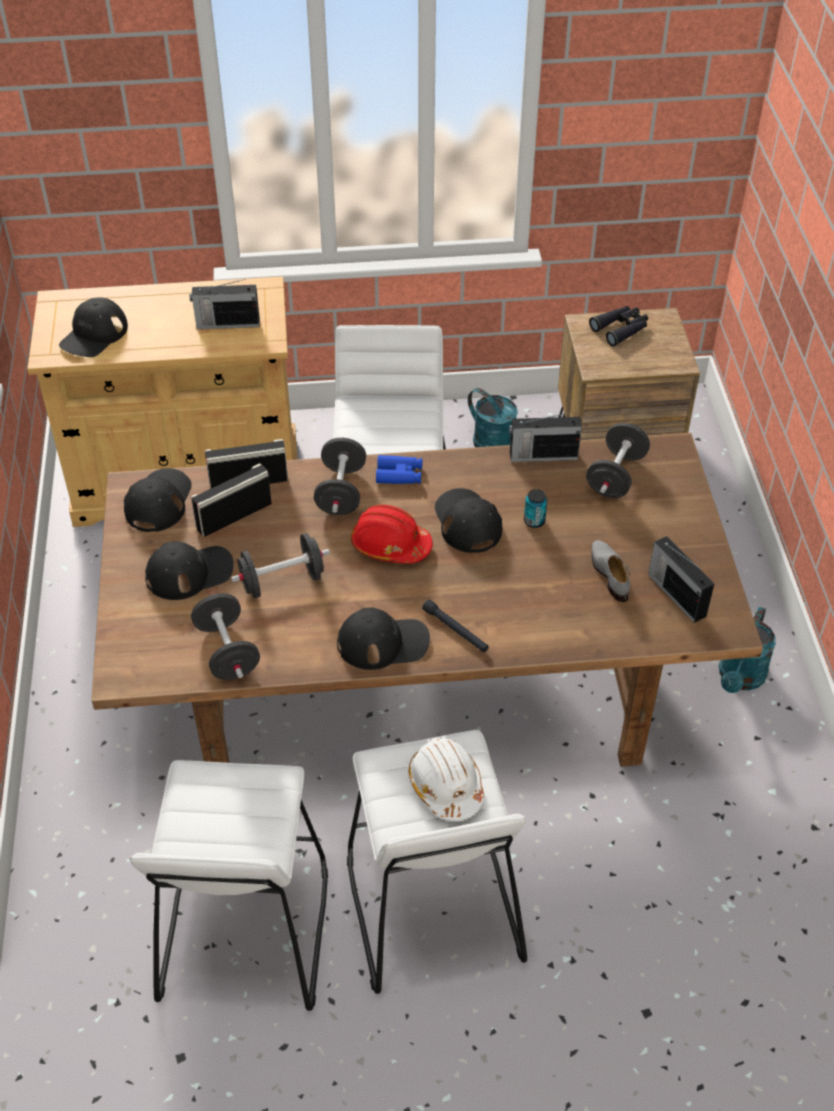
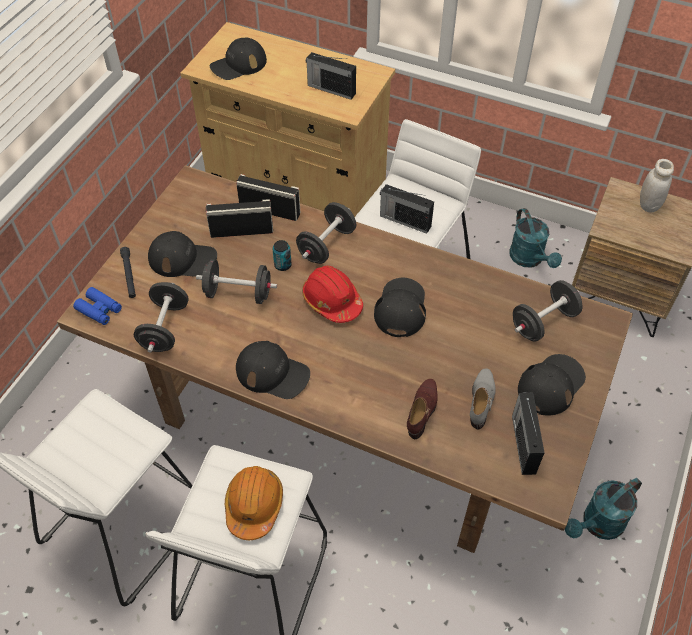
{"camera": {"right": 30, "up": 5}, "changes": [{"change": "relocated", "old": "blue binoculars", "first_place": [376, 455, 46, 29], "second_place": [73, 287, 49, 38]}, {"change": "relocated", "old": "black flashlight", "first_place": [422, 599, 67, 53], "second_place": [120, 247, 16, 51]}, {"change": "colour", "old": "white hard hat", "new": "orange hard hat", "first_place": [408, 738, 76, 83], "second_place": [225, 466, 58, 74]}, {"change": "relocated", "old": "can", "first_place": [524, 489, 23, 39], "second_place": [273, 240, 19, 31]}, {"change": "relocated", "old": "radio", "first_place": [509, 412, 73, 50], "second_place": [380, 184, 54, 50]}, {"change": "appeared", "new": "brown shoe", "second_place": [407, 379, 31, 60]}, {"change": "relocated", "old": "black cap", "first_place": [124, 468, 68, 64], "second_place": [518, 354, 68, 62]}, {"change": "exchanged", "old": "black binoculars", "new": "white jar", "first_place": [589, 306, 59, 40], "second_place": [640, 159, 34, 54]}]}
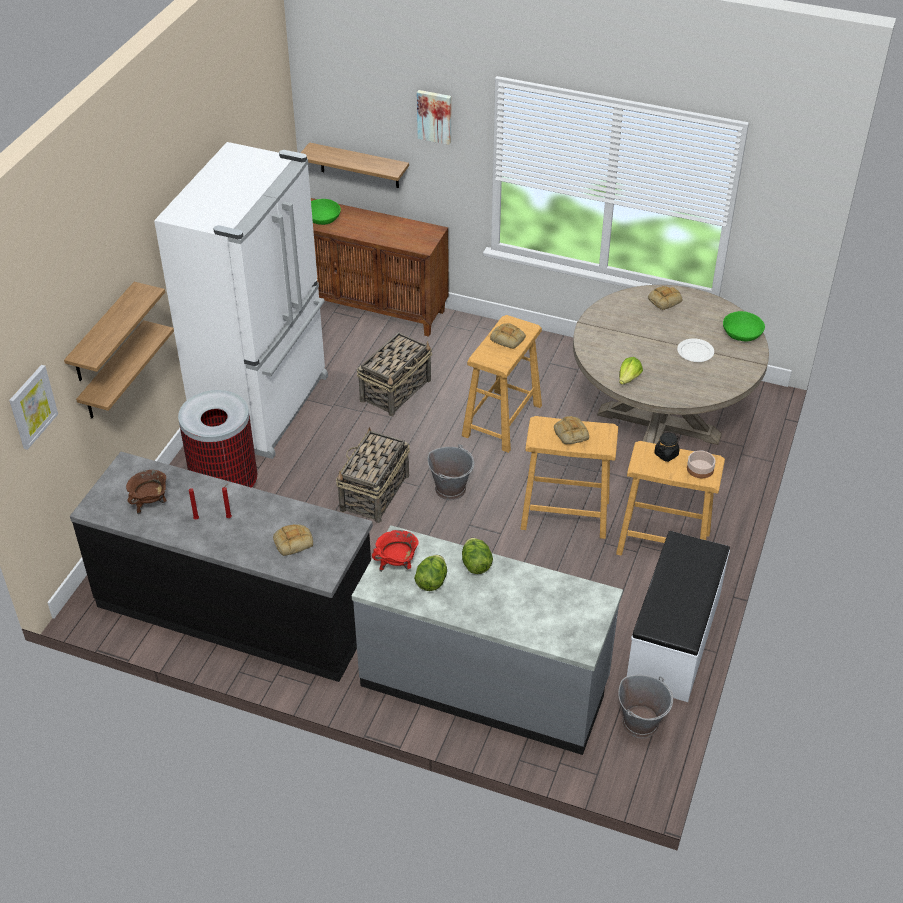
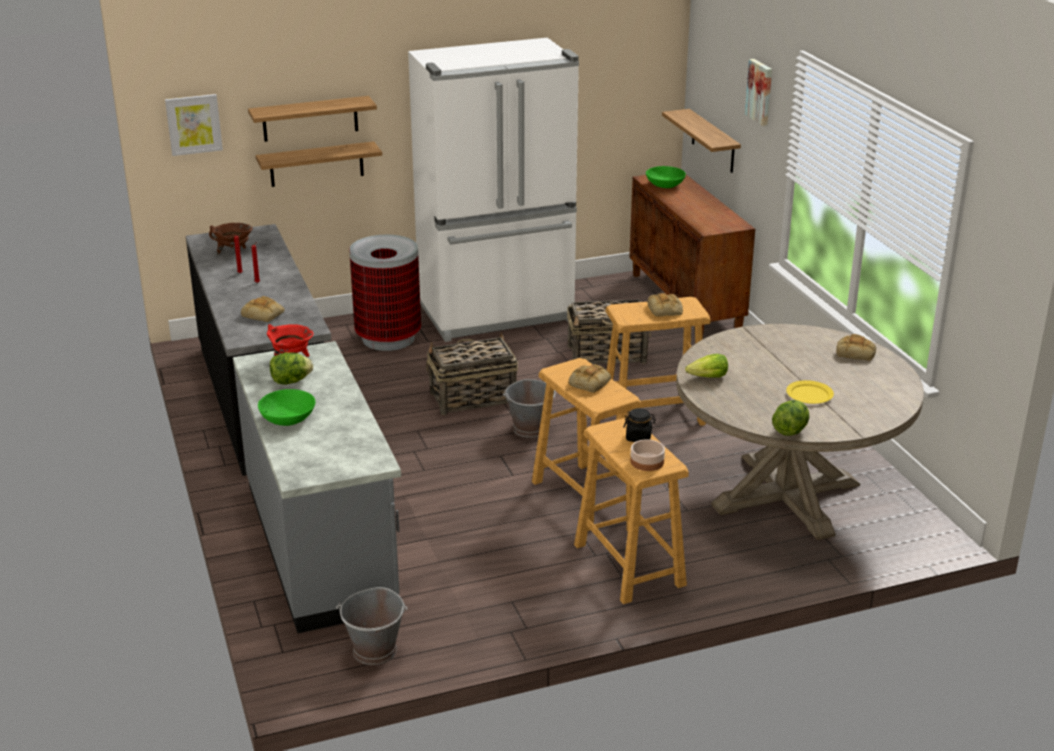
{"camera": {"right": 50, "up": -15}, "changes": [{"change": "relocated", "old": "green bowl", "first_place": [723, 311, 42, 30], "second_place": [258, 389, 58, 37]}, {"change": "relocated", "old": "lettuce", "first_place": [462, 538, 31, 36], "second_place": [772, 400, 37, 36]}, {"change": "colour", "old": "white plate", "new": "yellow plate", "first_place": [677, 338, 37, 24], "second_place": [786, 380, 48, 24]}, {"change": "missing", "old": "white bench", "first_place": [627, 531, 103, 171]}]}
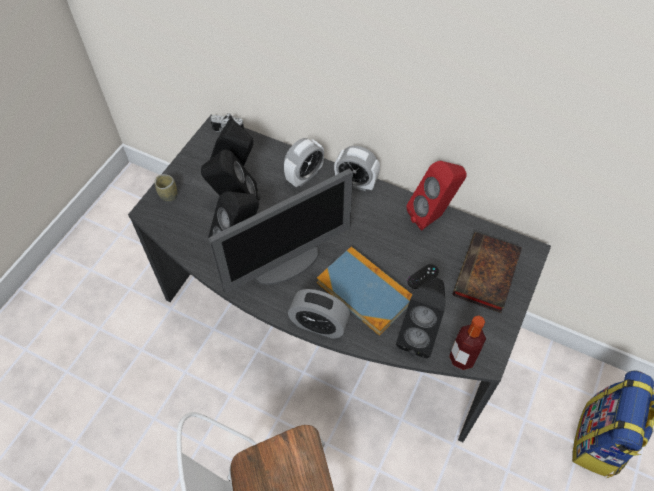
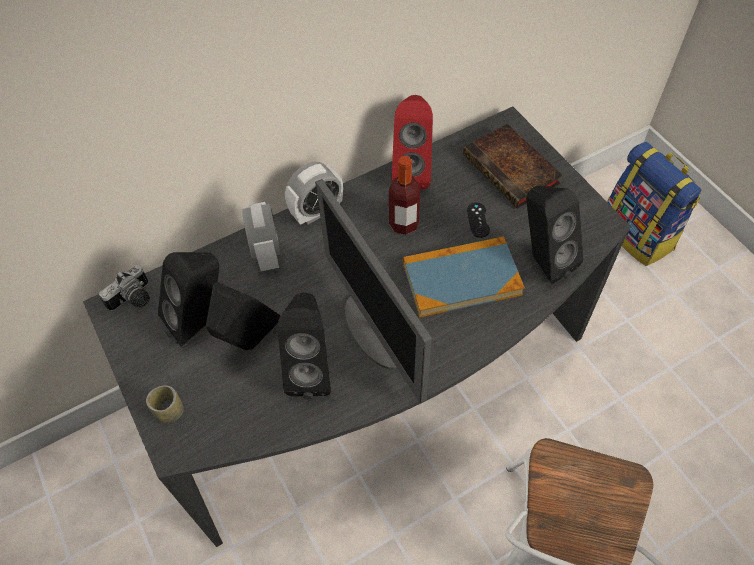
{"camera": {"right": -55, "up": 0}, "changes": [{"change": "spun", "old": "monitor", "first_place": [208, 169, 145, 125], "second_place": [315, 179, 117, 224], "degrees": 150}, {"change": "relocated", "old": "bottle", "first_place": [449, 316, 37, 54], "second_place": [389, 156, 32, 79]}, {"change": "missing", "old": "alarm clock", "first_place": [288, 289, 62, 50]}]}
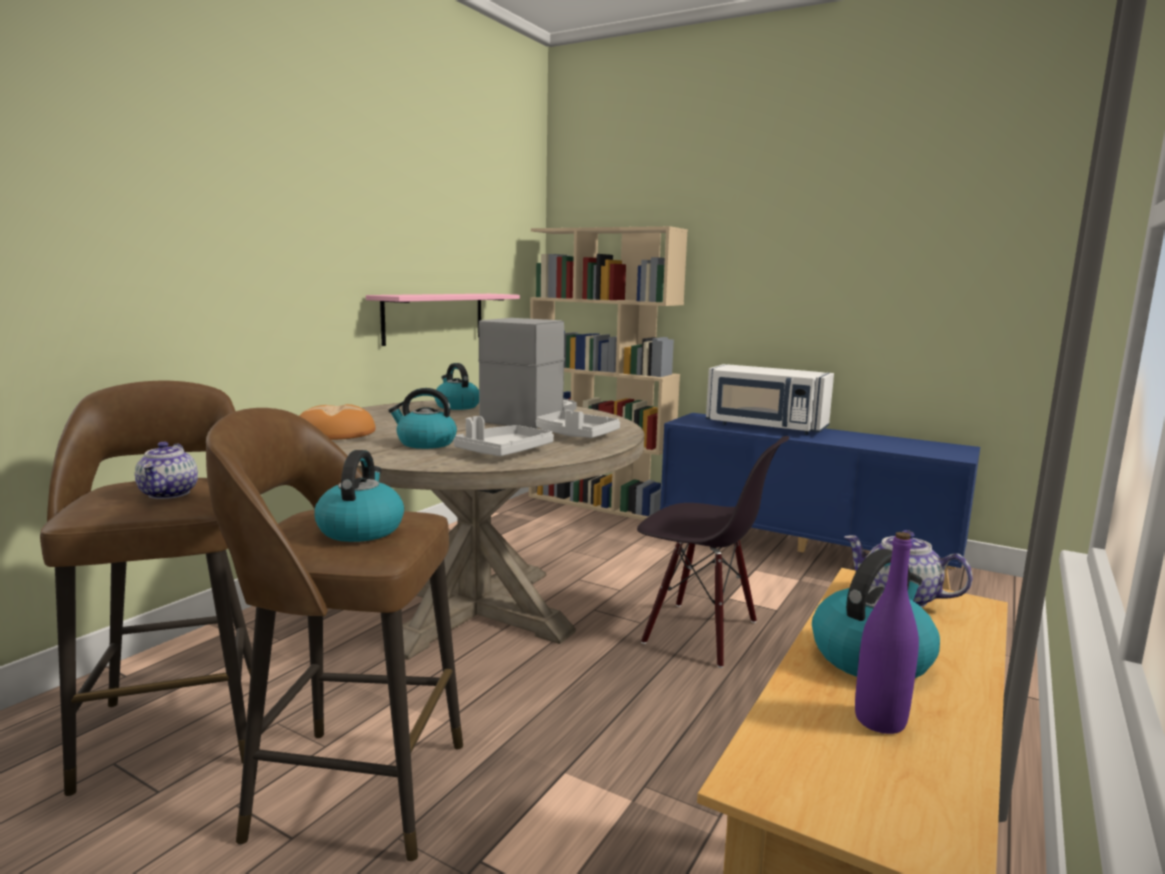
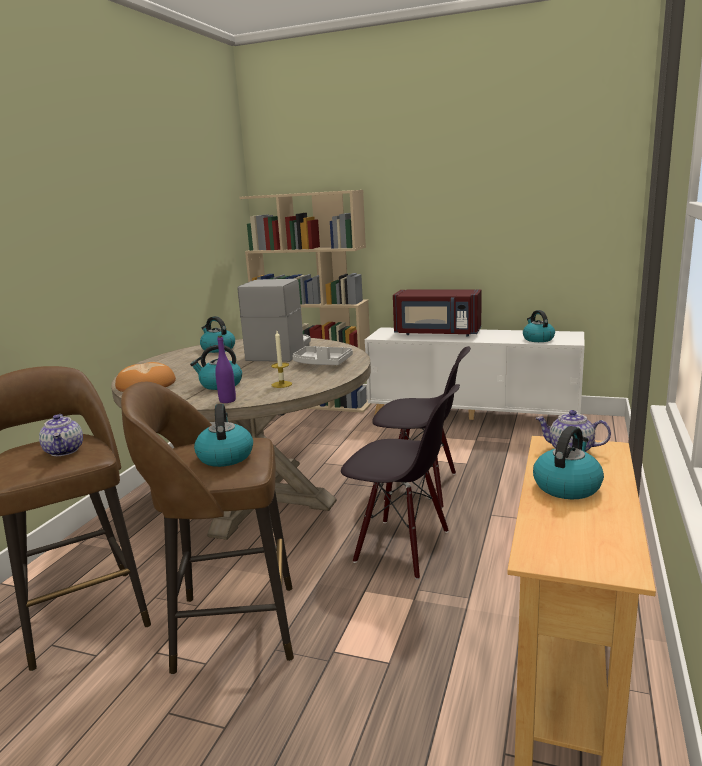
{"camera": {"right": -10, "up": 5}, "changes": [{"change": "relocated", "old": "purple bottle", "first_place": [855, 532, 64, 202], "second_place": [215, 336, 21, 67]}, {"change": "exchanged", "old": "grey tray", "new": "candle", "first_place": [454, 416, 100, 40], "second_place": [271, 331, 21, 57]}, {"change": "appeared", "new": "black chair", "second_place": [341, 384, 119, 196]}, {"change": "colour", "old": "blue cabinet", "new": "white cabinet", "first_place": [660, 413, 320, 177], "second_place": [365, 327, 220, 93]}, {"change": "colour", "old": "white microwave", "new": "red microwave", "first_place": [706, 364, 128, 71], "second_place": [393, 289, 89, 48]}, {"change": "appeared", "new": "kettle", "second_place": [523, 310, 32, 32]}, {"change": "missing", "old": "pink shelf", "first_place": [366, 294, 154, 52]}]}
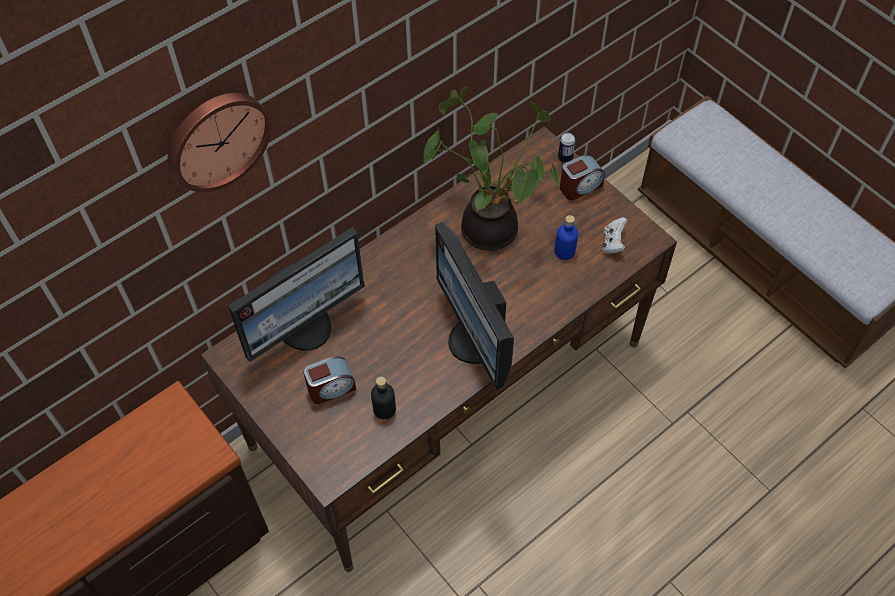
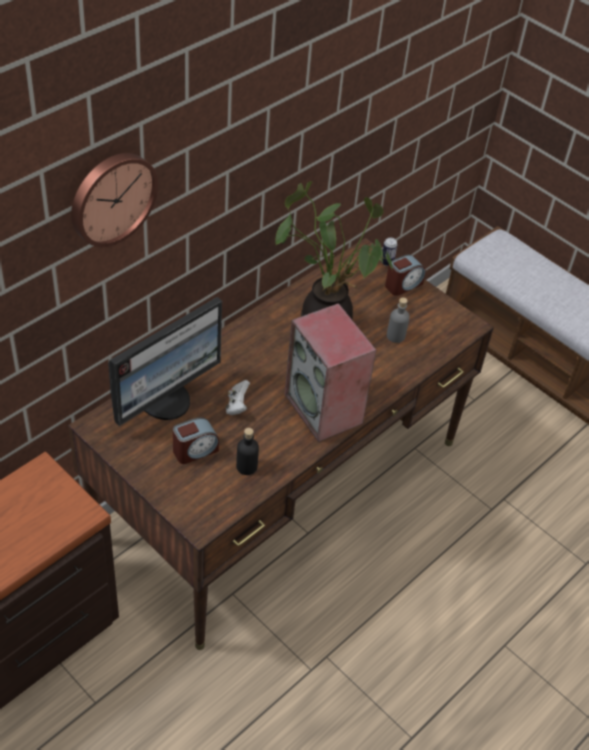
{"camera": {"right": -10, "up": -10}, "changes": [{"change": "relocated", "old": "white game controller", "first_place": [602, 217, 25, 37], "second_place": [226, 380, 24, 35]}, {"change": "exchanged", "old": "monitor", "new": "speaker", "first_place": [435, 222, 79, 168], "second_place": [284, 303, 92, 139]}, {"change": "colour", "old": "blue bottle", "new": "grey bottle", "first_place": [554, 215, 24, 45], "second_place": [387, 298, 23, 45]}]}
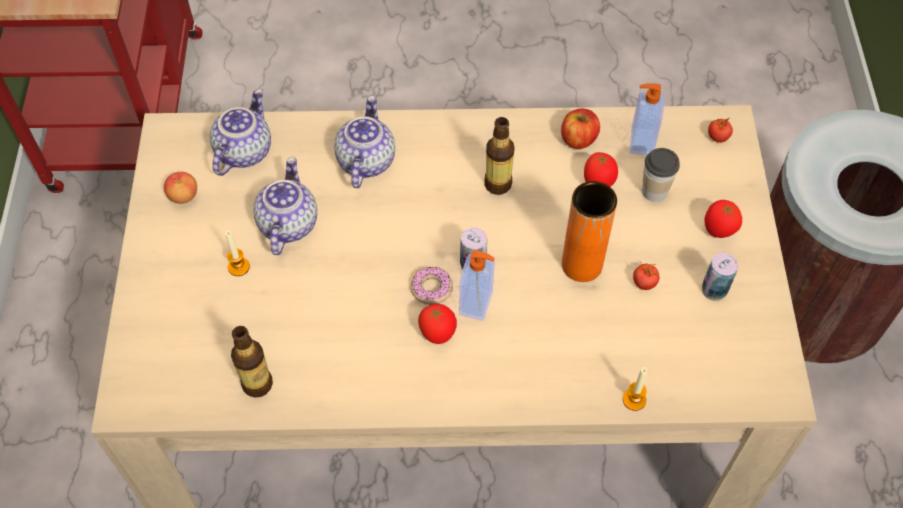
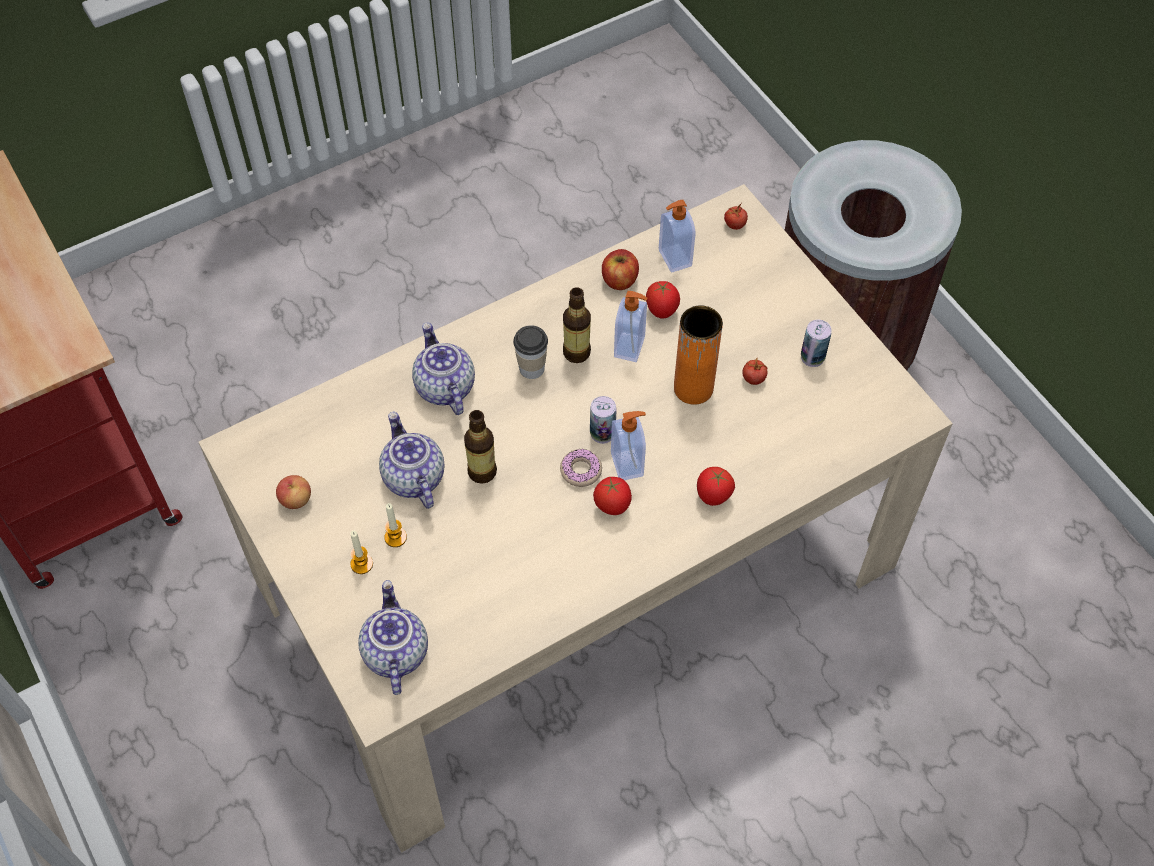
{"camera": {"right": -30, "up": 0}, "changes": [{"change": "relocated", "old": "candle", "first_place": [623, 367, 25, 44], "second_place": [350, 530, 23, 44]}, {"change": "relocated", "old": "teapot", "first_place": [210, 89, 61, 87], "second_place": [358, 580, 70, 115]}, {"change": "relocated", "old": "bottle", "first_place": [231, 326, 42, 72], "second_place": [464, 410, 33, 74]}, {"change": "relocated", "old": "cup", "first_place": [642, 148, 38, 54], "second_place": [513, 325, 35, 54]}, {"change": "appeared", "new": "soap dispenser", "second_place": [614, 291, 33, 71]}, {"change": "relocated", "old": "tomato", "first_place": [704, 200, 38, 38], "second_place": [697, 467, 38, 39]}]}
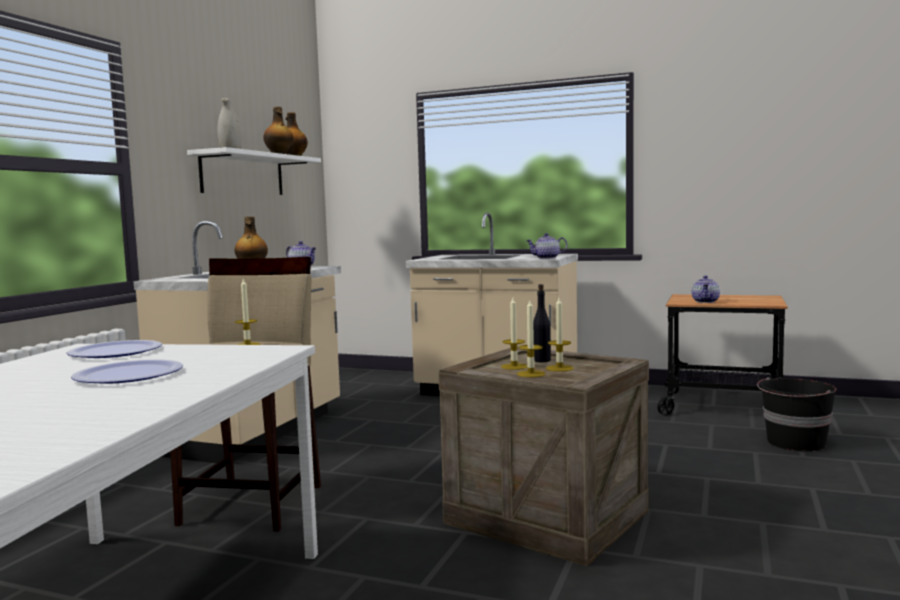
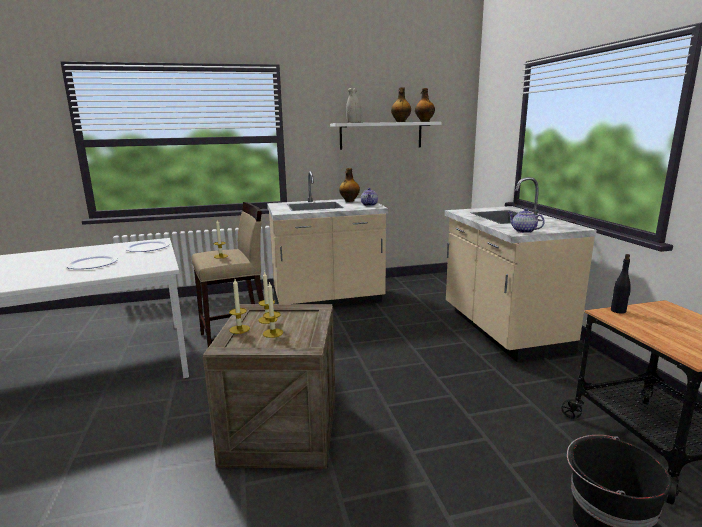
{"camera": {"right": 55, "up": 10}, "changes": [{"change": "relocated", "old": "black bottle", "first_place": [533, 284, 18, 78], "second_place": [611, 254, 20, 60]}, {"change": "missing", "old": "teapot", "first_place": [692, 276, 28, 27]}]}
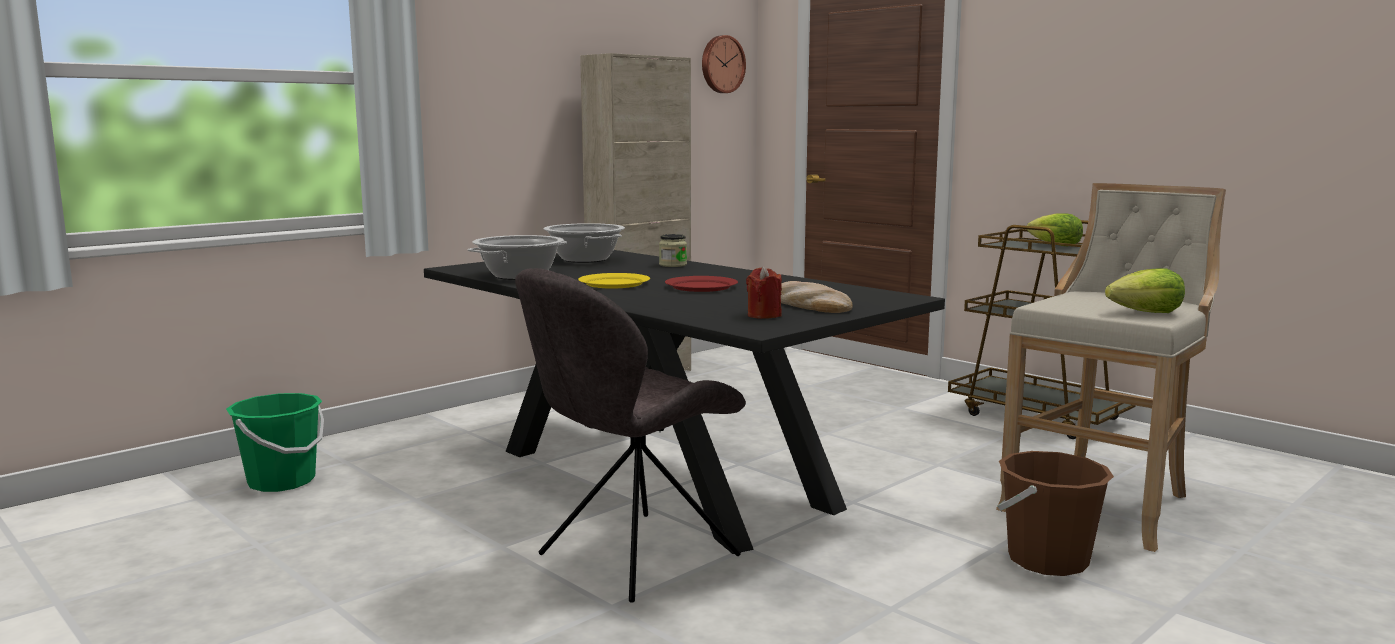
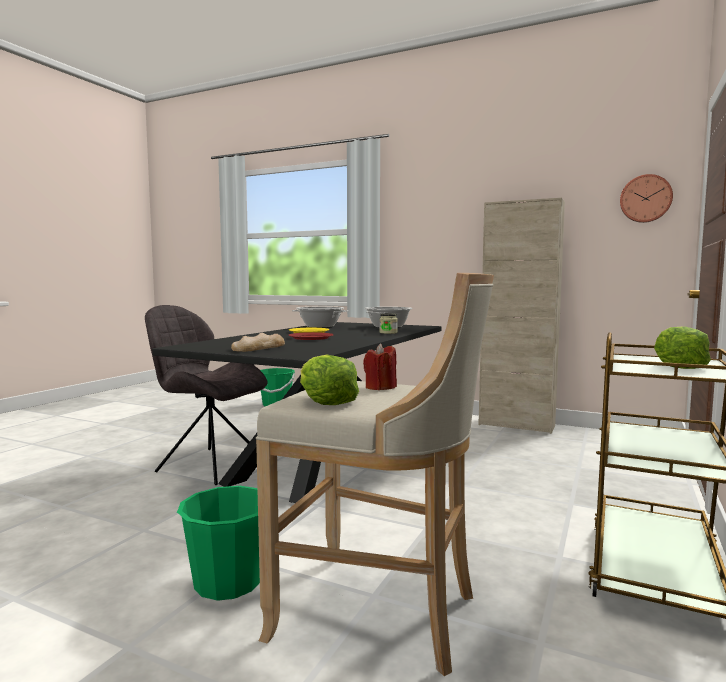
{"camera": {"right": 70, "up": -5}, "changes": [{"change": "colour", "old": "brown bucket", "new": "green bucket", "first_place": [997, 451, 117, 125], "second_place": [177, 486, 83, 115]}, {"change": "relocated", "old": "red candle", "first_place": [746, 266, 36, 53], "second_place": [363, 343, 34, 47]}]}
